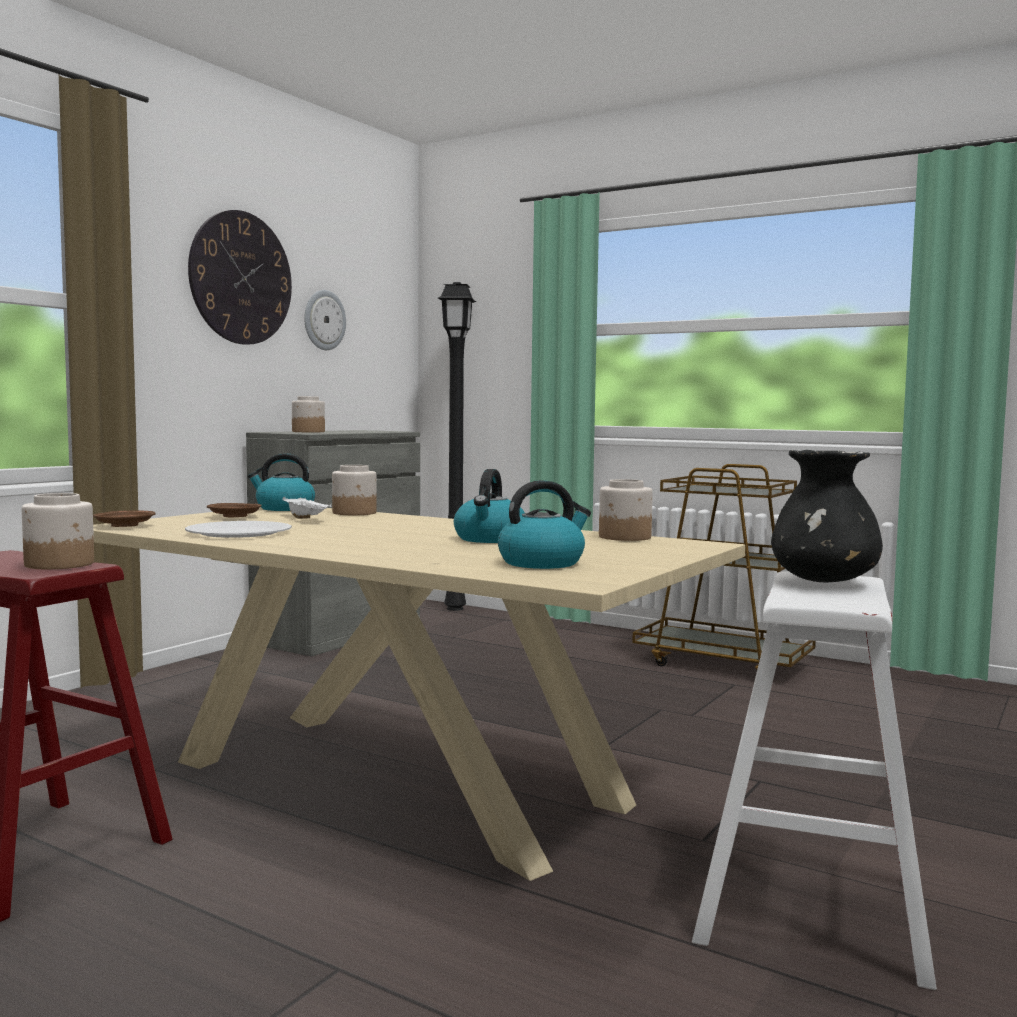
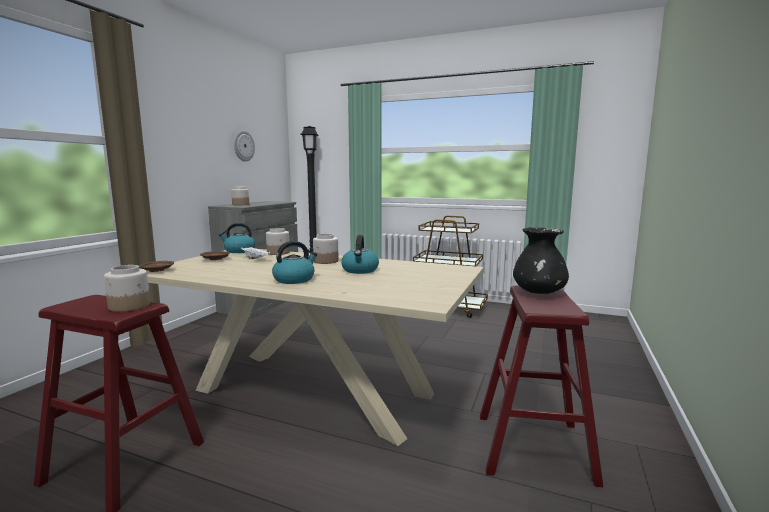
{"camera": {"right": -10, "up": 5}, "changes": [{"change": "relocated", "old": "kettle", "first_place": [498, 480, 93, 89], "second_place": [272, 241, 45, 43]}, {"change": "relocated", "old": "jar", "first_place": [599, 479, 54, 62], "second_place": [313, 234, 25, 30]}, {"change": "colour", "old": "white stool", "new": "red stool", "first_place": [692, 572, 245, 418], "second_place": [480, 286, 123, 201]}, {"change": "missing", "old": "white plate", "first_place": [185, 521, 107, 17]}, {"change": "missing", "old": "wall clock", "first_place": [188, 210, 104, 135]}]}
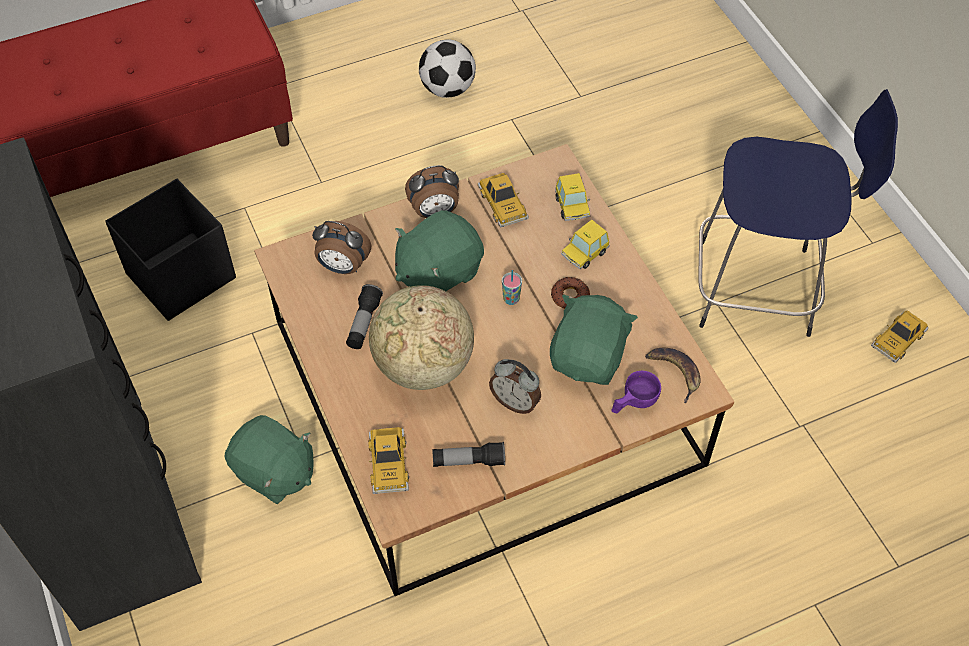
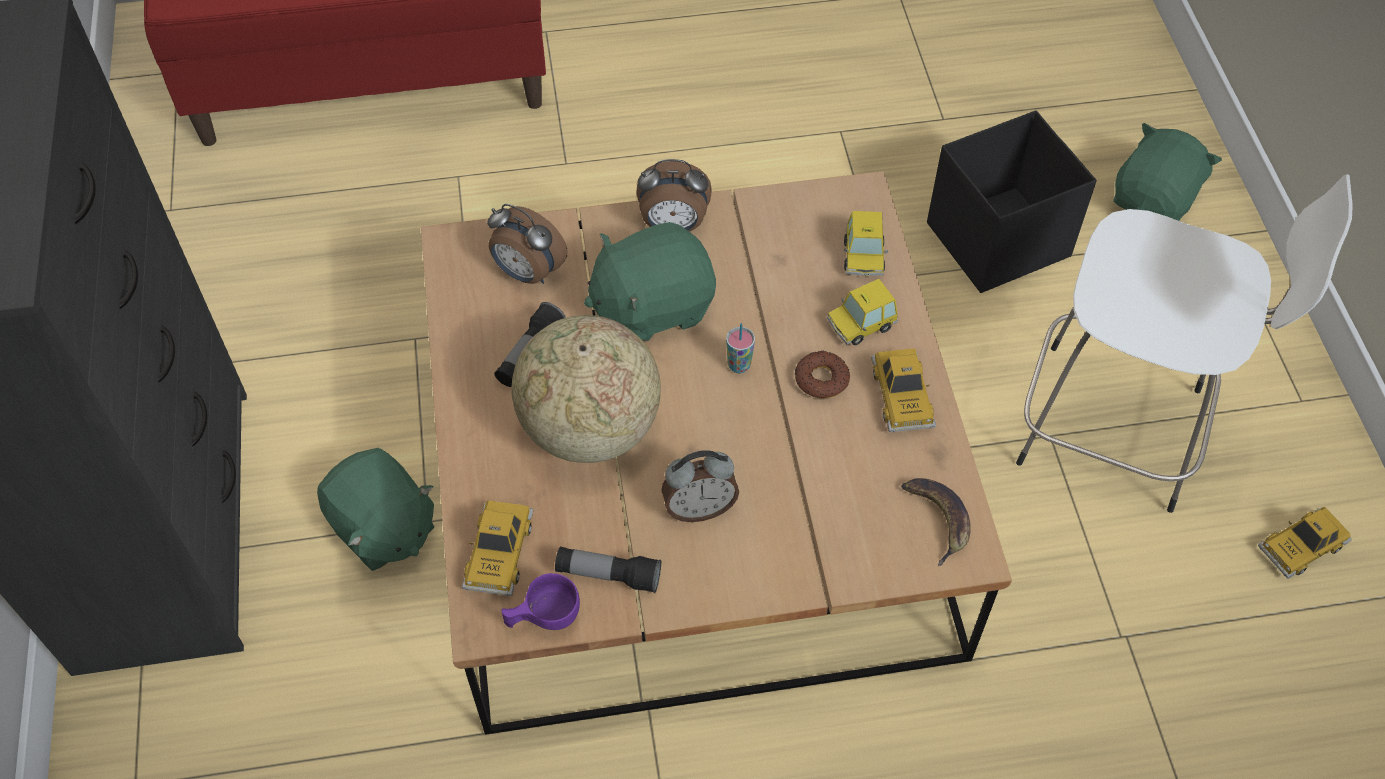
{"camera": {"right": 15, "up": 0}, "changes": [{"change": "relocated", "old": "purple cup", "first_place": [611, 371, 50, 42], "second_place": [501, 573, 79, 57]}, {"change": "spun", "old": "alarm clock", "first_place": [489, 359, 52, 55], "second_place": [661, 450, 78, 72], "degrees": -60}, {"change": "relocated", "old": "toy car", "first_place": [477, 173, 52, 54], "second_place": [871, 348, 65, 84]}, {"change": "relocated", "old": "black storage box", "first_place": [105, 178, 131, 143], "second_place": [927, 110, 170, 183]}, {"change": "colour", "old": "blue stool", "new": "white stool", "first_place": [698, 89, 200, 248], "second_place": [1016, 174, 337, 339]}, {"change": "relocated", "old": "green plush toy", "first_place": [550, 295, 88, 90], "second_place": [1113, 123, 109, 98]}, {"change": "missing", "old": "football", "first_place": [419, 40, 57, 58]}]}
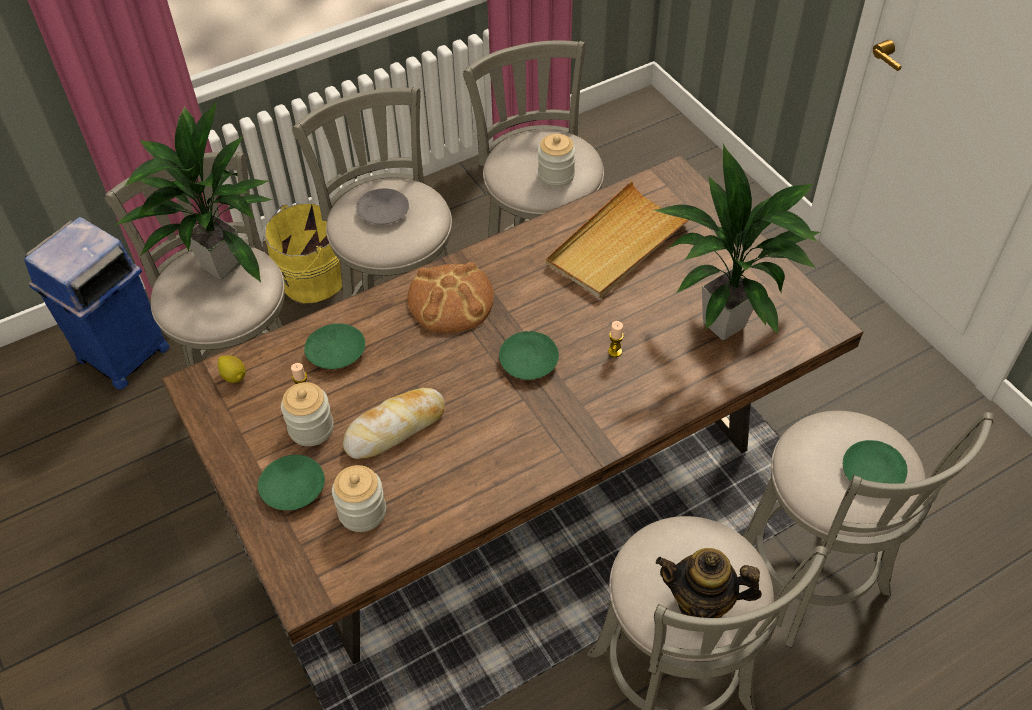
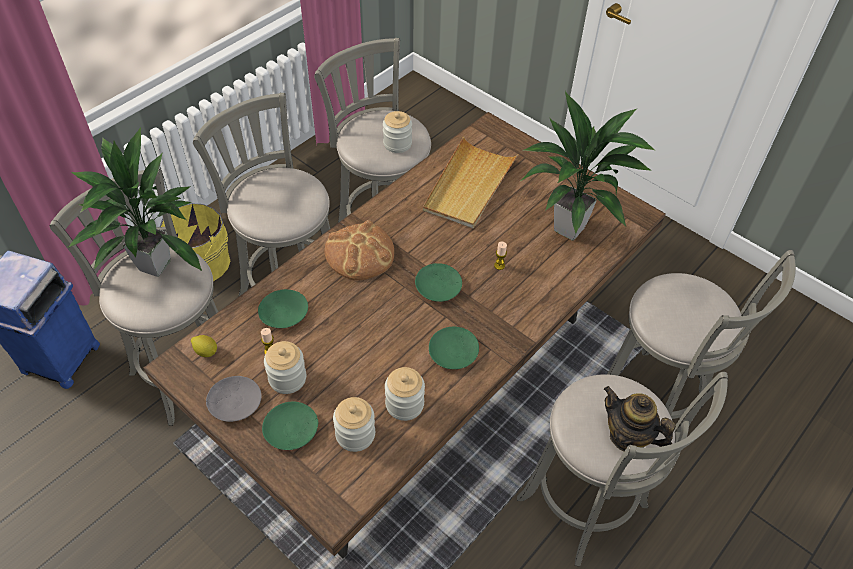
{"camera": {"right": -20, "up": 0}, "changes": [{"change": "relocated", "old": "grey plate", "first_place": [356, 189, 53, 35], "second_place": [206, 376, 56, 46]}, {"change": "appeared", "new": "jar", "second_place": [385, 367, 40, 54]}, {"change": "relocated", "old": "green plate", "first_place": [843, 440, 64, 44], "second_place": [429, 326, 50, 43]}, {"change": "spun", "old": "teapot", "first_place": [656, 548, 106, 70], "second_place": [603, 386, 73, 66], "degrees": 45}, {"change": "missing", "old": "bread", "first_place": [343, 388, 102, 71]}]}
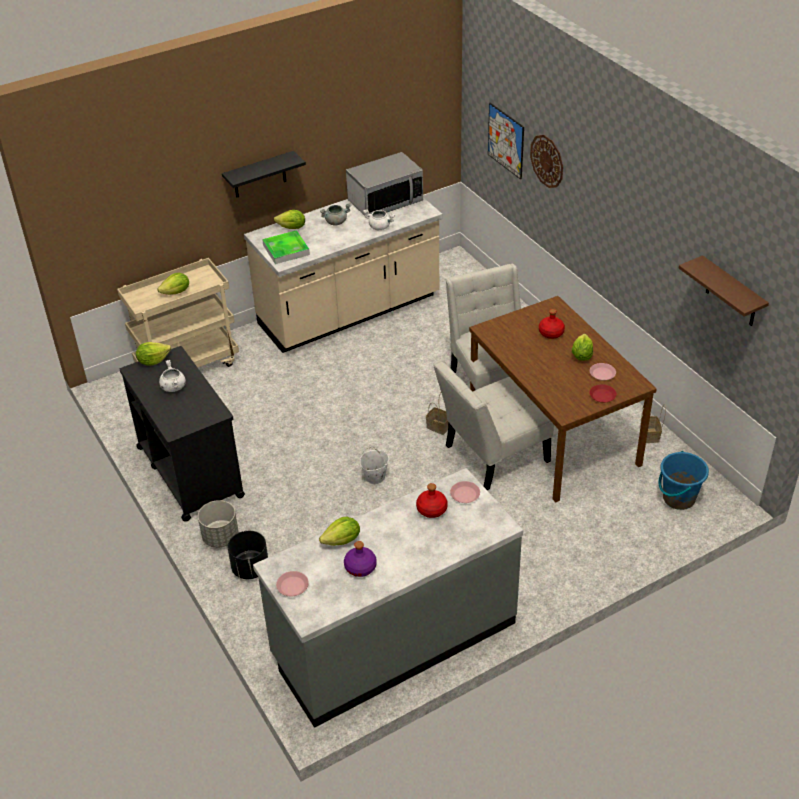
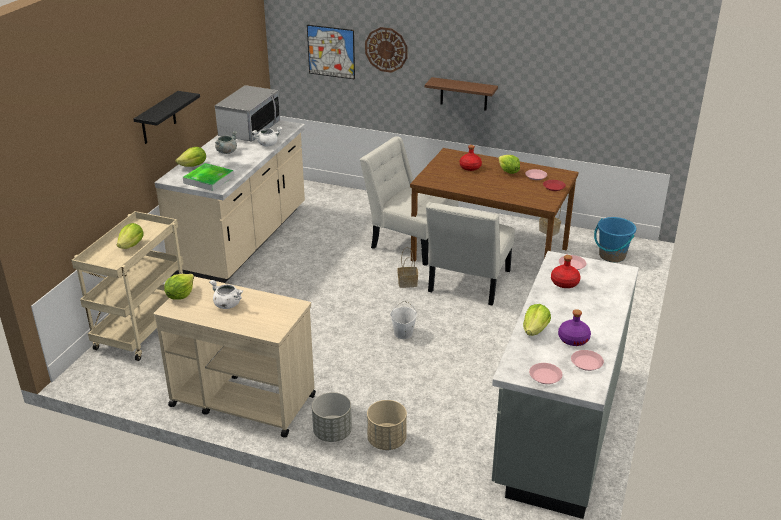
{"camera": {"right": -40, "up": -10}, "changes": [{"change": "colour", "old": "black cart", "new": "beige cart", "first_place": [120, 346, 125, 176], "second_place": [153, 276, 163, 162]}, {"change": "colour", "old": "black planter", "new": "beige planter", "first_place": [227, 531, 41, 48], "second_place": [367, 400, 40, 50]}, {"change": "relocated", "old": "brown shelf", "first_place": [679, 256, 90, 70], "second_place": [425, 77, 73, 34]}, {"change": "appeared", "new": "pink plate", "second_place": [571, 350, 33, 21]}]}
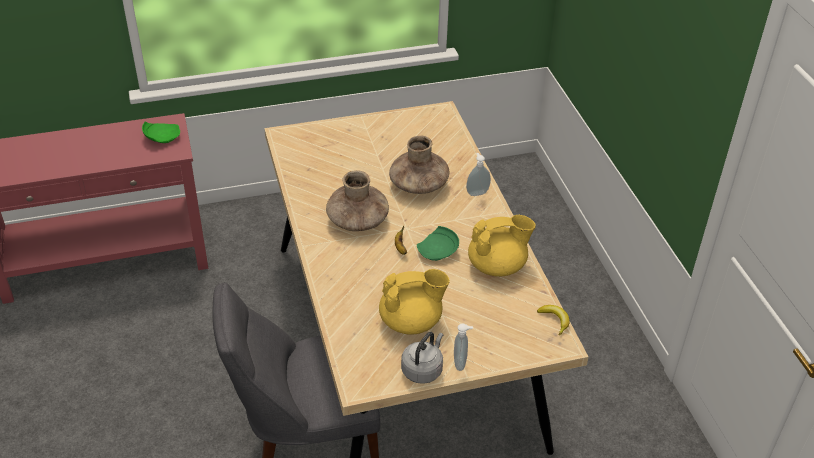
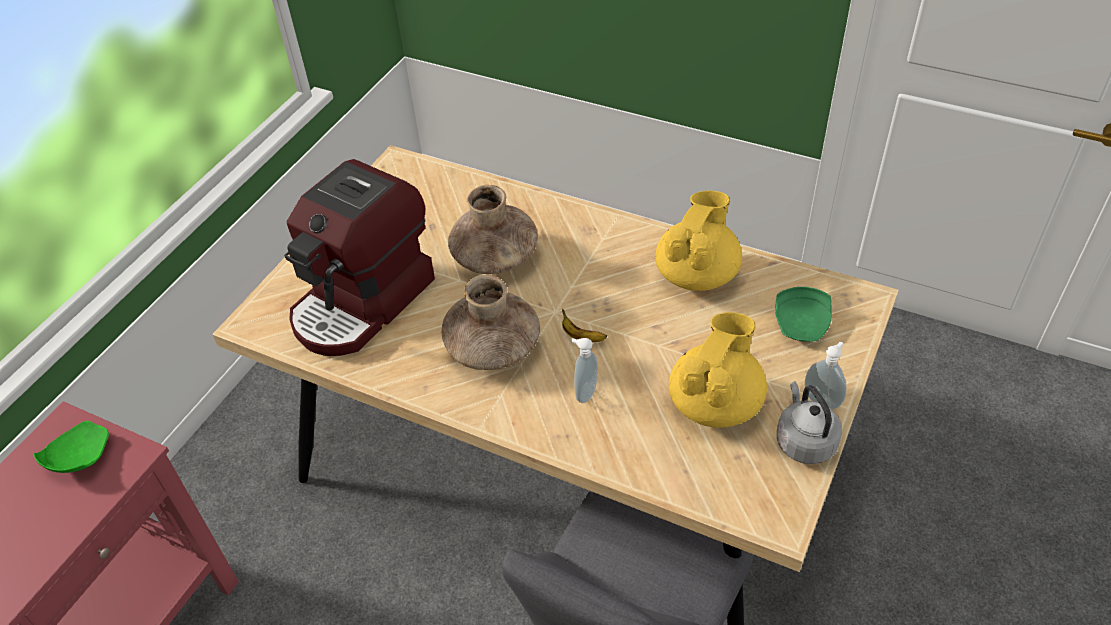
{"camera": {"right": -45, "up": 5}, "changes": [{"change": "appeared", "new": "coffee machine", "second_place": [284, 159, 151, 197]}, {"change": "relocated", "old": "soap dispenser", "first_place": [466, 153, 25, 43], "second_place": [571, 338, 27, 65]}, {"change": "relocated", "old": "green plate", "first_place": [417, 226, 42, 35], "second_place": [775, 287, 57, 55]}, {"change": "missing", "old": "banana", "first_place": [537, 305, 33, 30]}]}
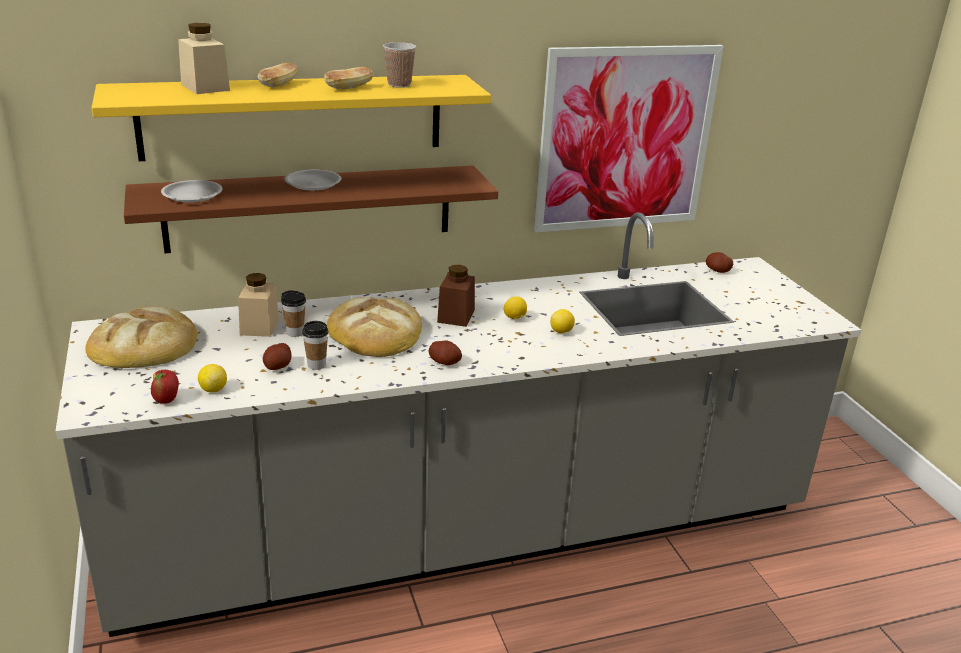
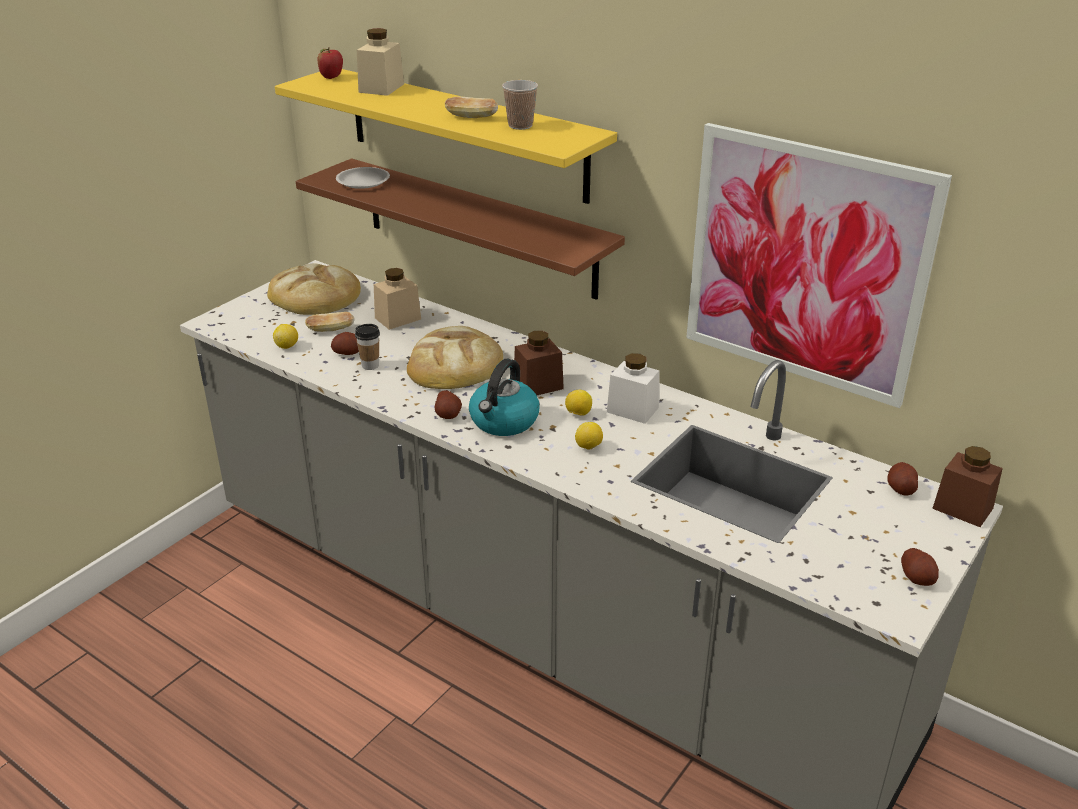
{"camera": {"right": 55, "up": 5}, "changes": [{"change": "relocated", "old": "bread", "first_place": [258, 63, 40, 24], "second_place": [305, 312, 50, 20]}, {"change": "relocated", "old": "apple", "first_place": [151, 370, 28, 34], "second_place": [317, 47, 26, 32]}, {"change": "appeared", "new": "kettle", "second_place": [469, 359, 71, 77]}, {"change": "appeared", "new": "white jar", "second_place": [607, 353, 53, 71]}, {"change": "appeared", "new": "potato", "second_place": [901, 548, 38, 38]}, {"change": "appeared", "new": "brown jar", "second_place": [932, 446, 71, 81]}, {"change": "missing", "old": "cup", "first_place": [281, 290, 25, 47]}, {"change": "missing", "old": "white plate", "first_place": [284, 170, 57, 20]}]}
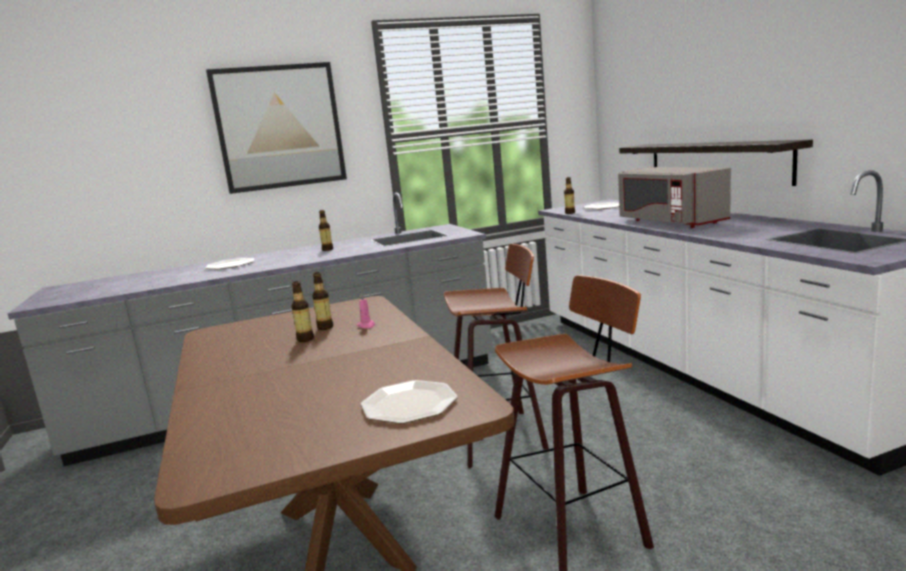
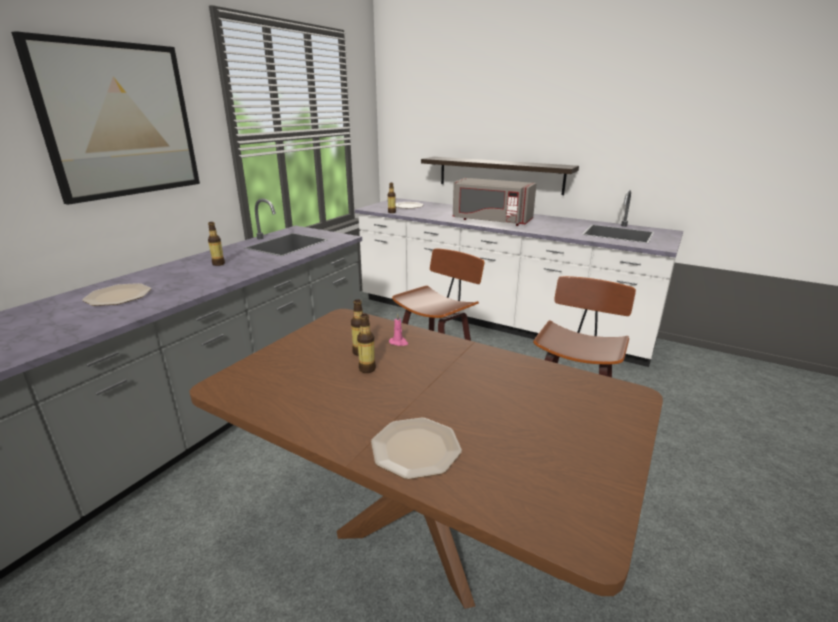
{"camera": {"right": -40, "up": 10}, "changes": [{"change": "relocated", "old": "plate", "first_place": [361, 380, 97, 44], "second_place": [371, 418, 91, 61]}]}
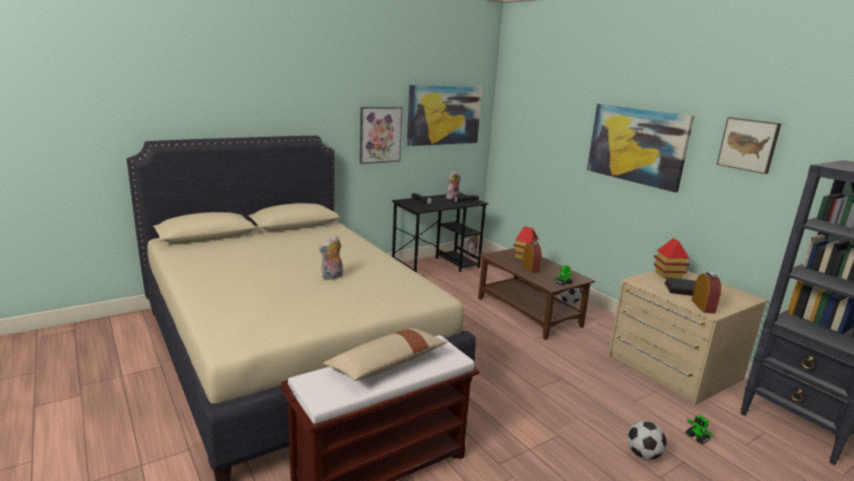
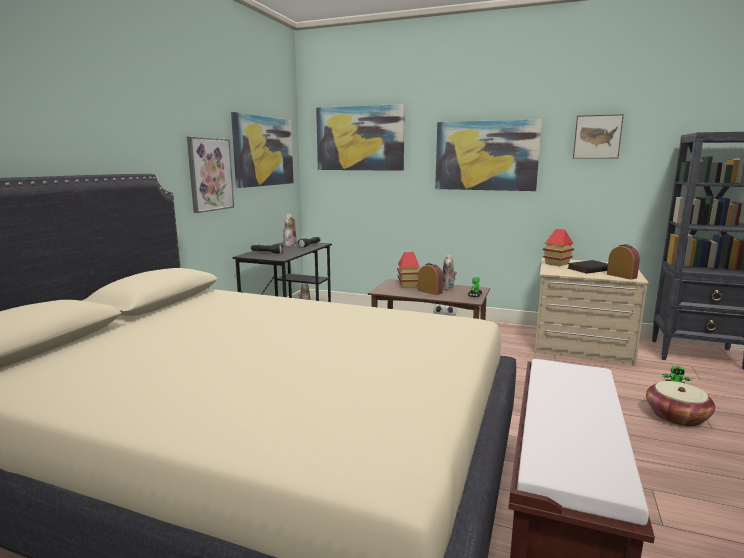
{"camera": {"right": -35, "up": -5}, "changes": [{"change": "appeared", "new": "picture", "second_place": [316, 104, 89, 67]}, {"change": "relocated", "old": "plush toy", "first_place": [319, 235, 24, 45], "second_place": [442, 254, 15, 36]}, {"change": "exchanged", "old": "football", "new": "basket", "first_place": [627, 421, 40, 39], "second_place": [646, 381, 69, 46]}, {"change": "missing", "old": "beige pillow", "first_place": [323, 328, 124, 53]}]}
